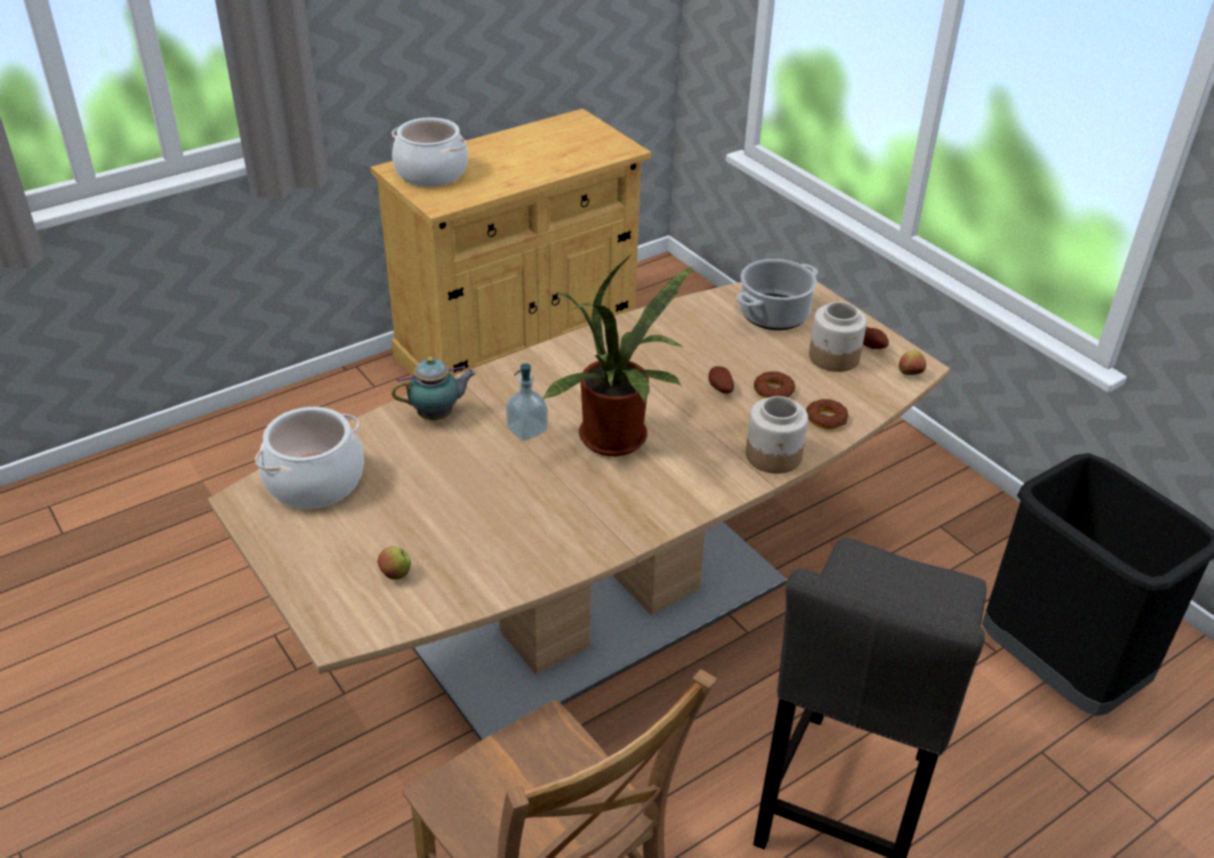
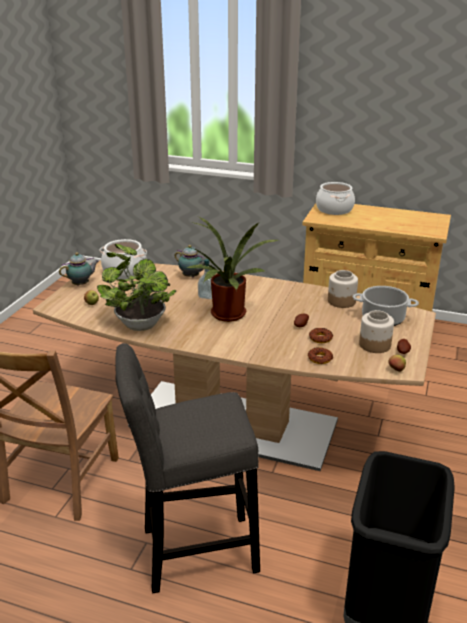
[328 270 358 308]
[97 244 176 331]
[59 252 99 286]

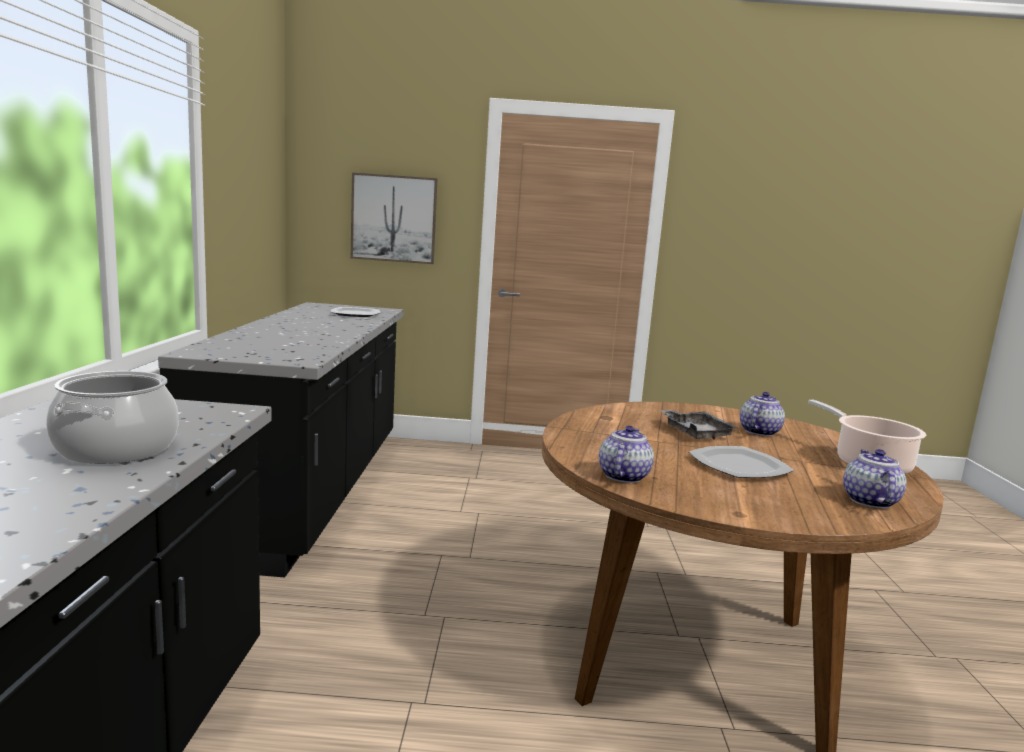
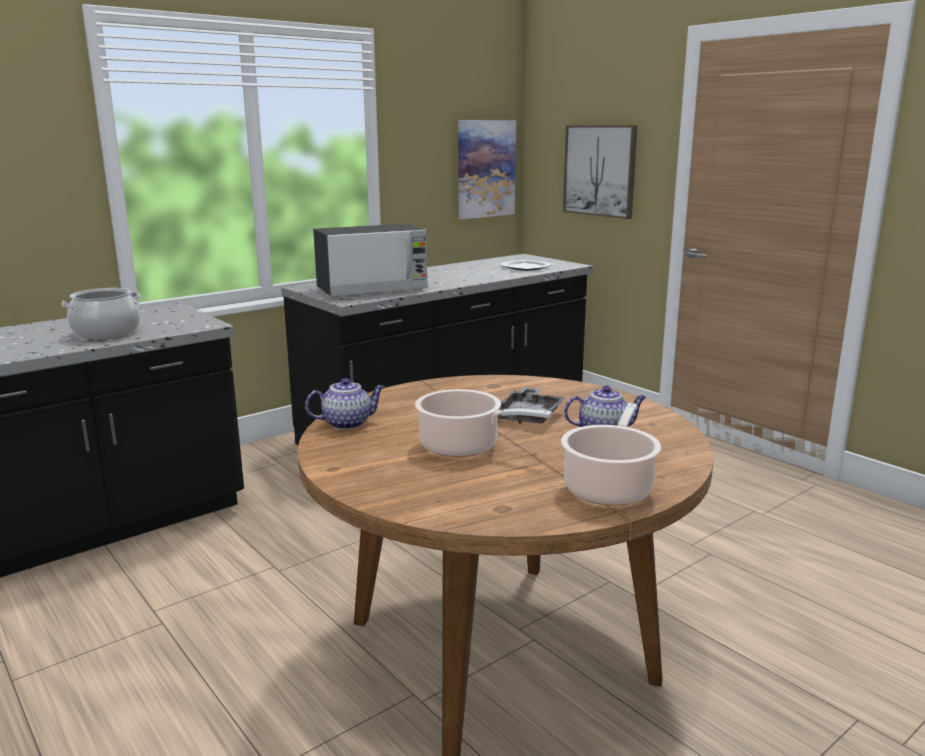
[415 389 552 457]
[843 449 907 509] (first image)
[458 120 516 219]
[313 224 428 296]

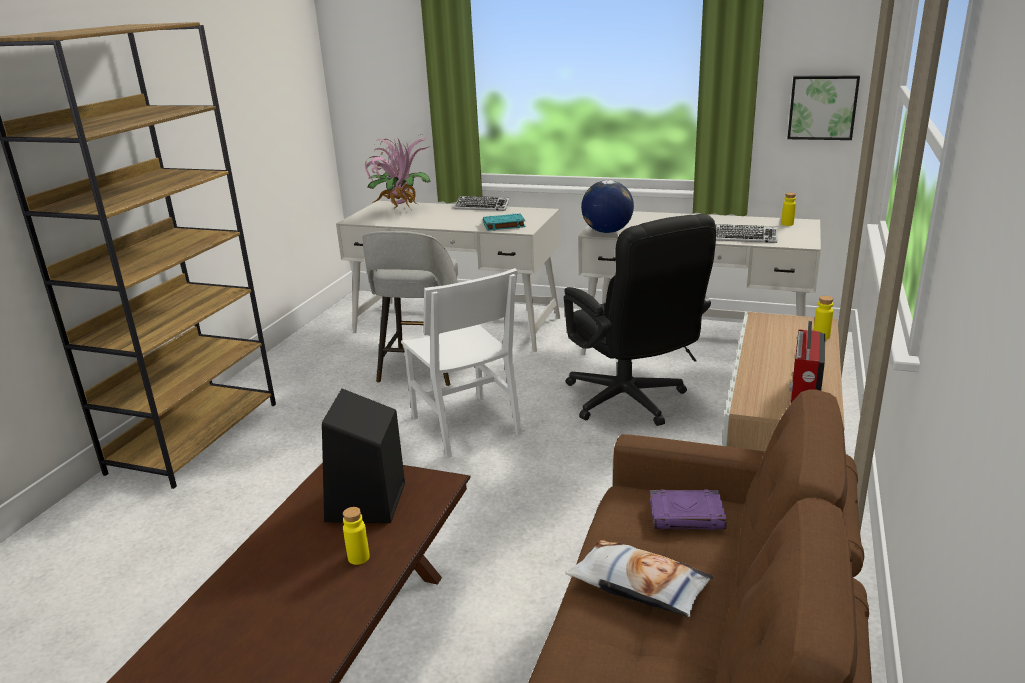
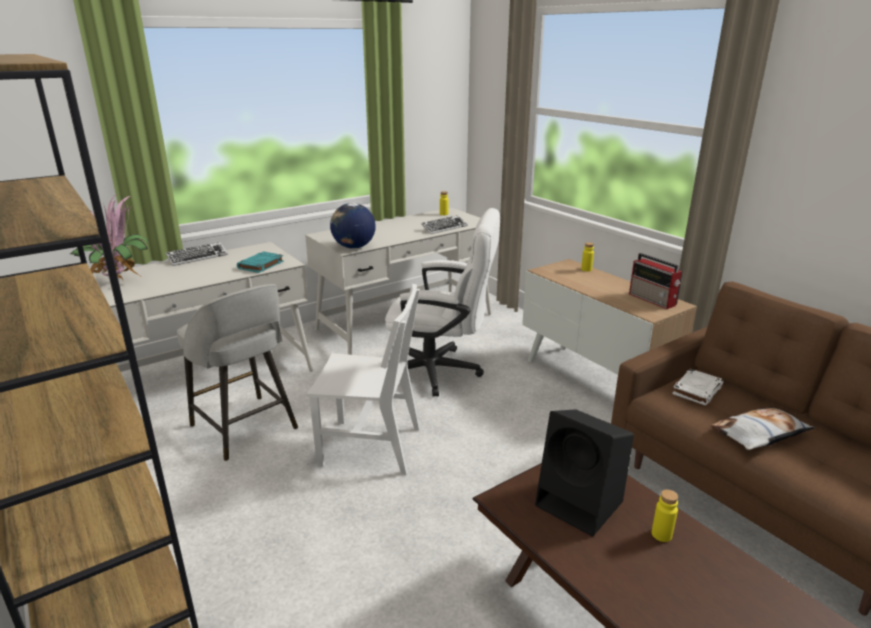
[787 75 860 140] (first image)
[385 208 500 397]
[672 369 724 405]

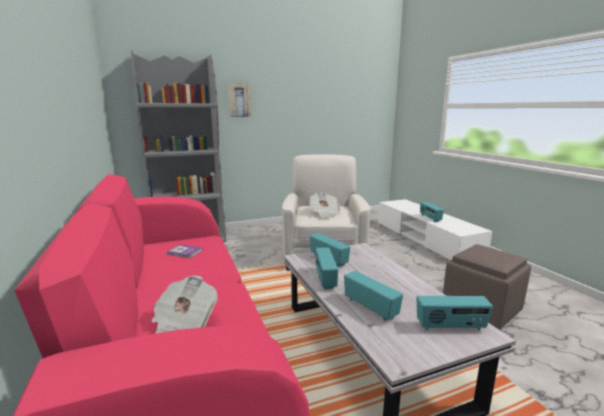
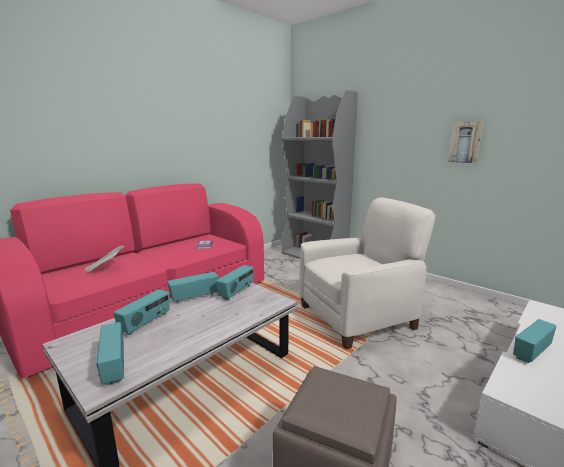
[448 121 483 163]
[309 192 340 219] (first image)

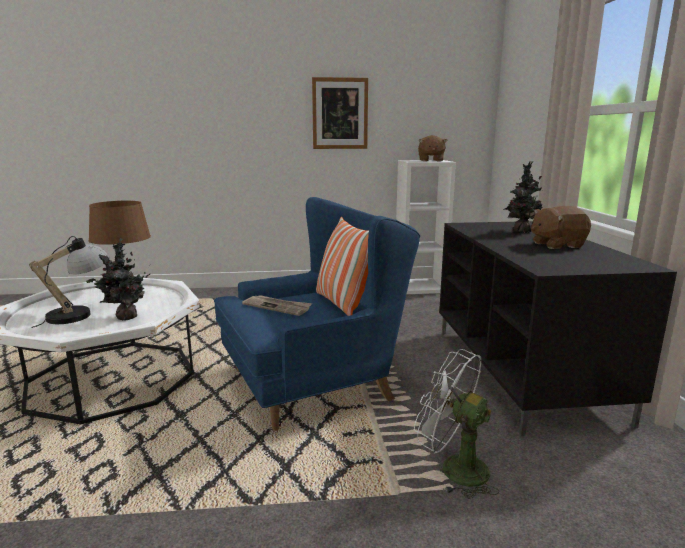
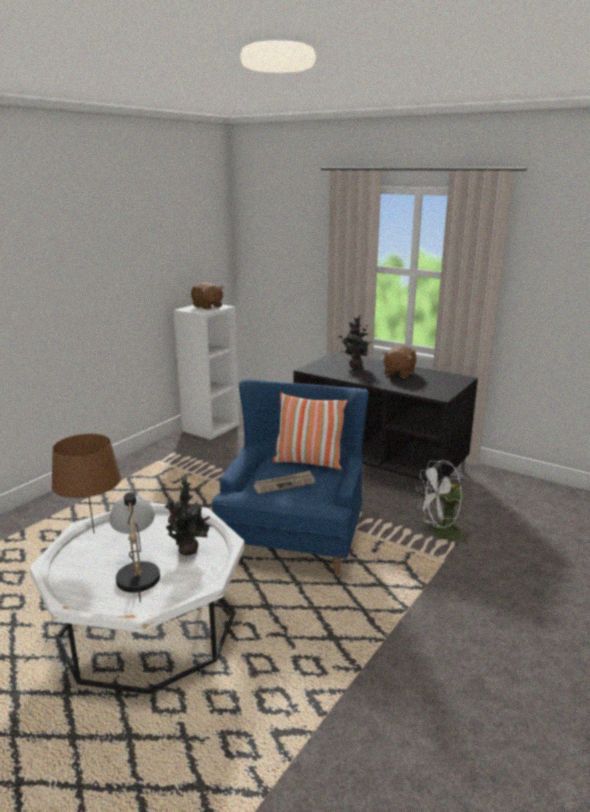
[312 77 368 149] (first image)

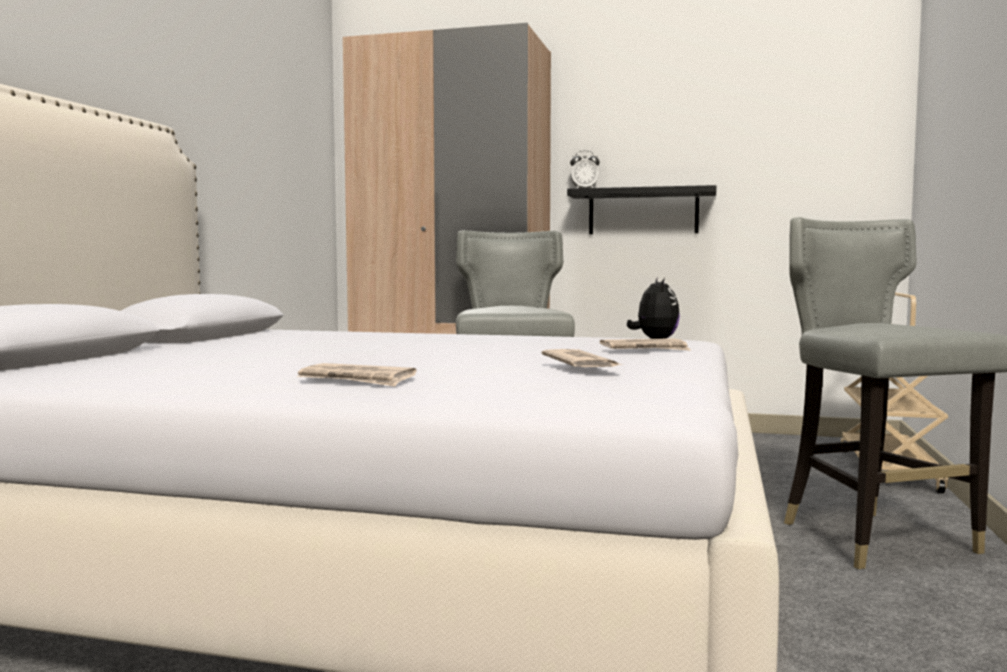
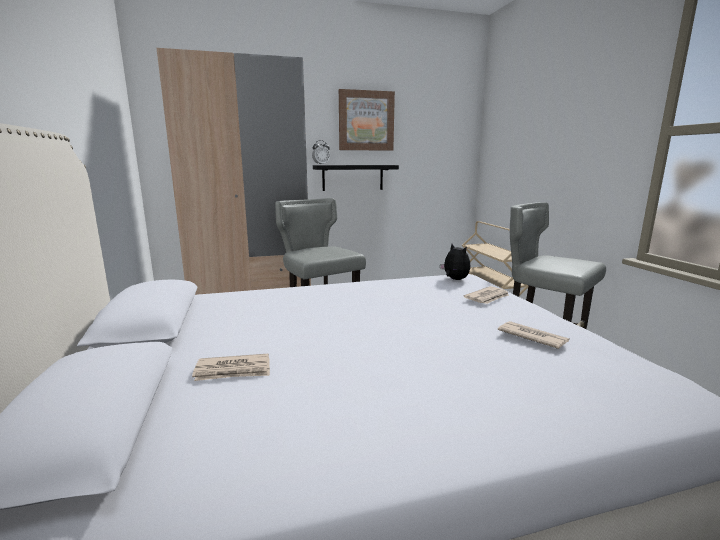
[192 353 270 381]
[339 89 395 151]

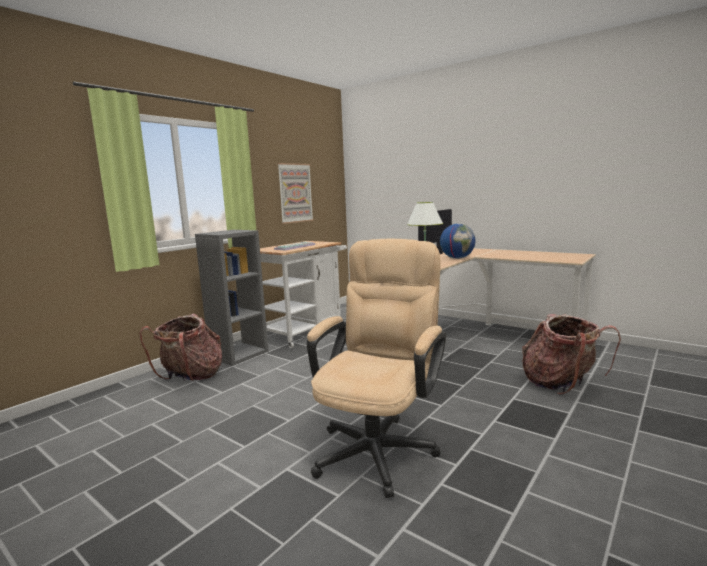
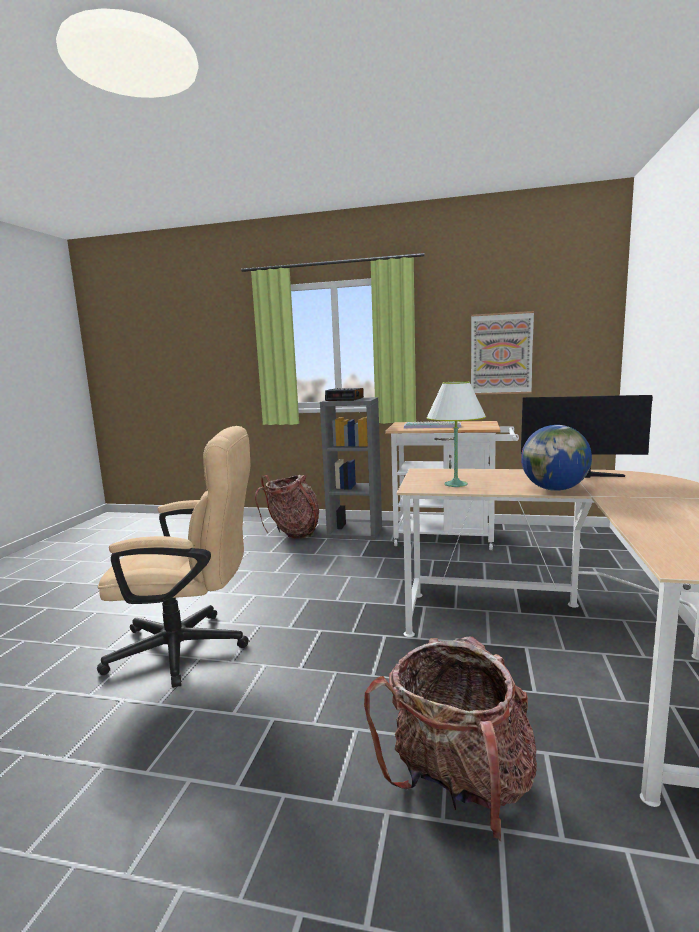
[325 388 364 401]

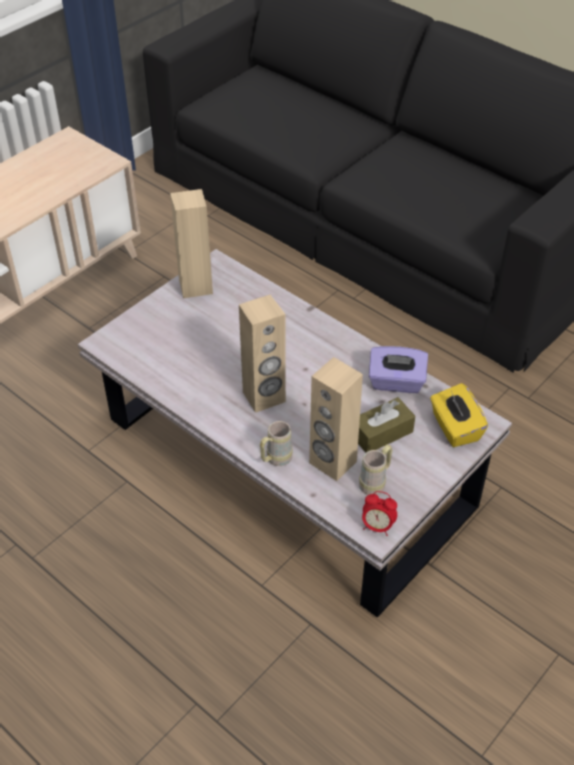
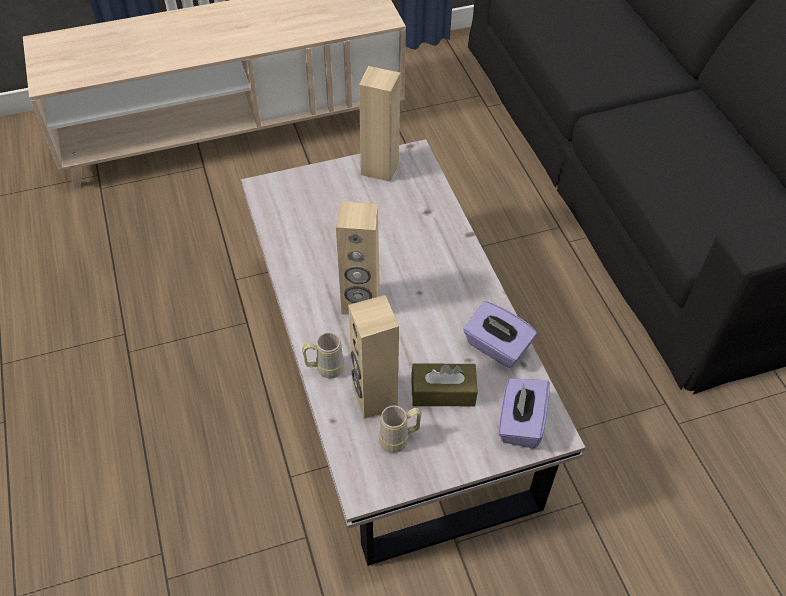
[499 378 550 449]
[362 491 397 536] (first image)

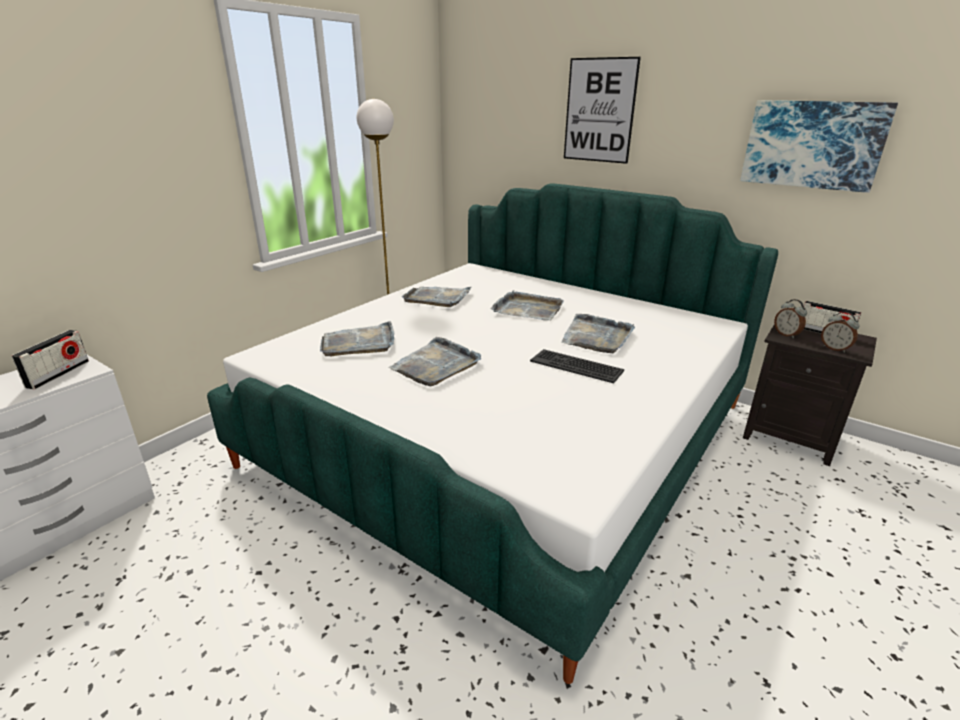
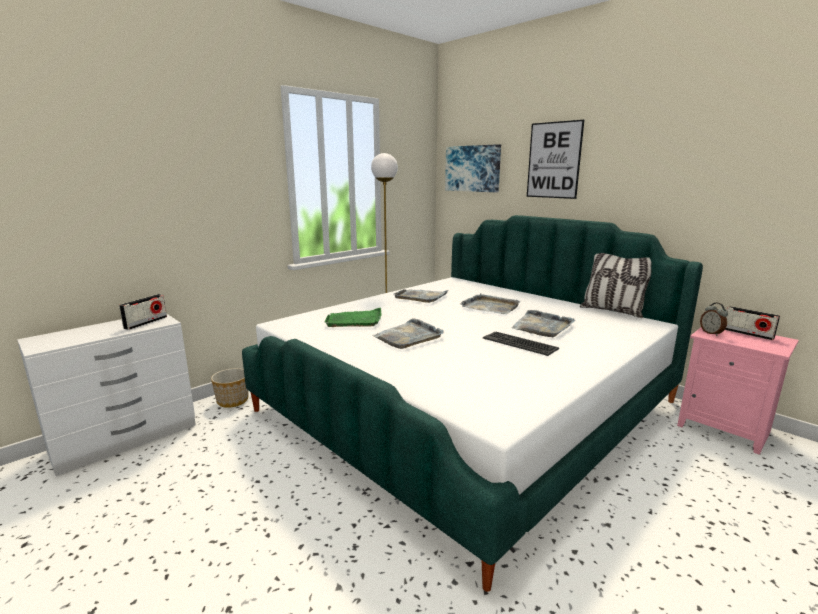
[445 144 501 192]
[821 312 859 353] (first image)
[324 308 382 327]
[677 327 799 455]
[580 253 652 318]
[211 368 248 408]

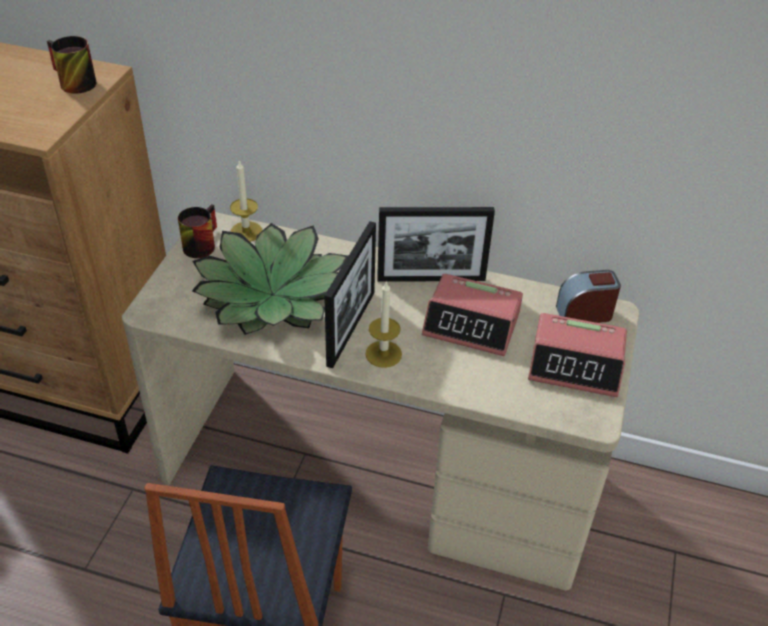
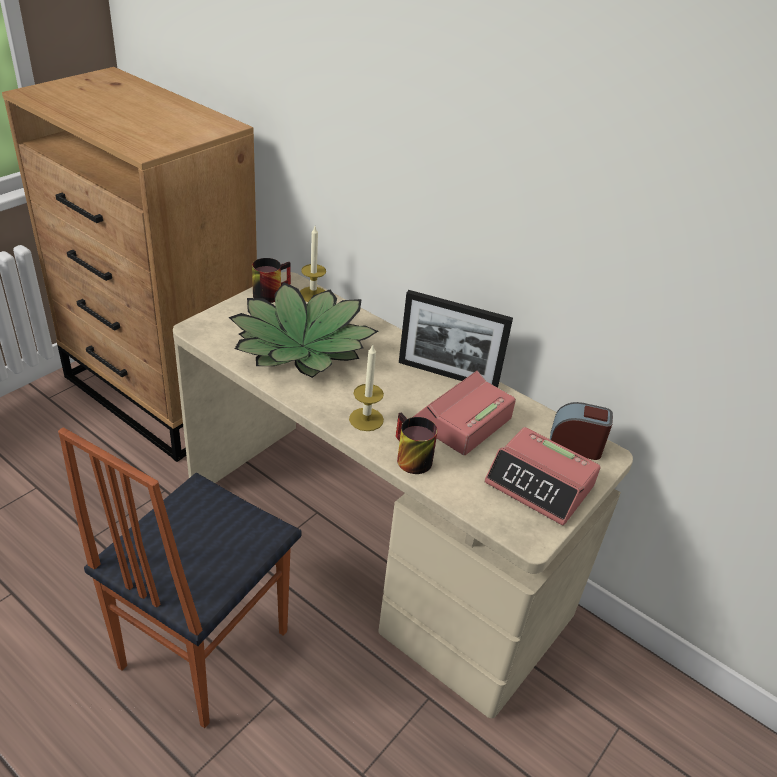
[396 412 438 474]
[324 221 376 368] (first image)
[413 371 516 455]

